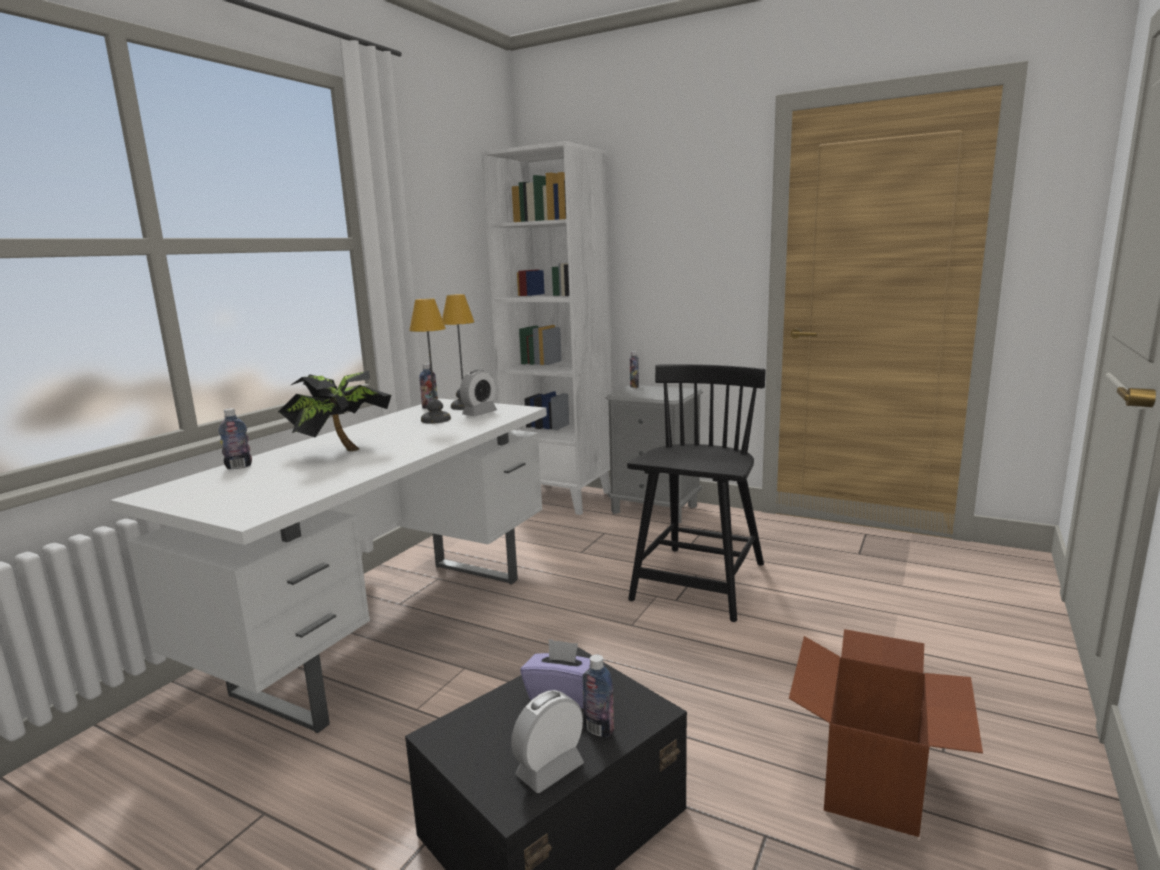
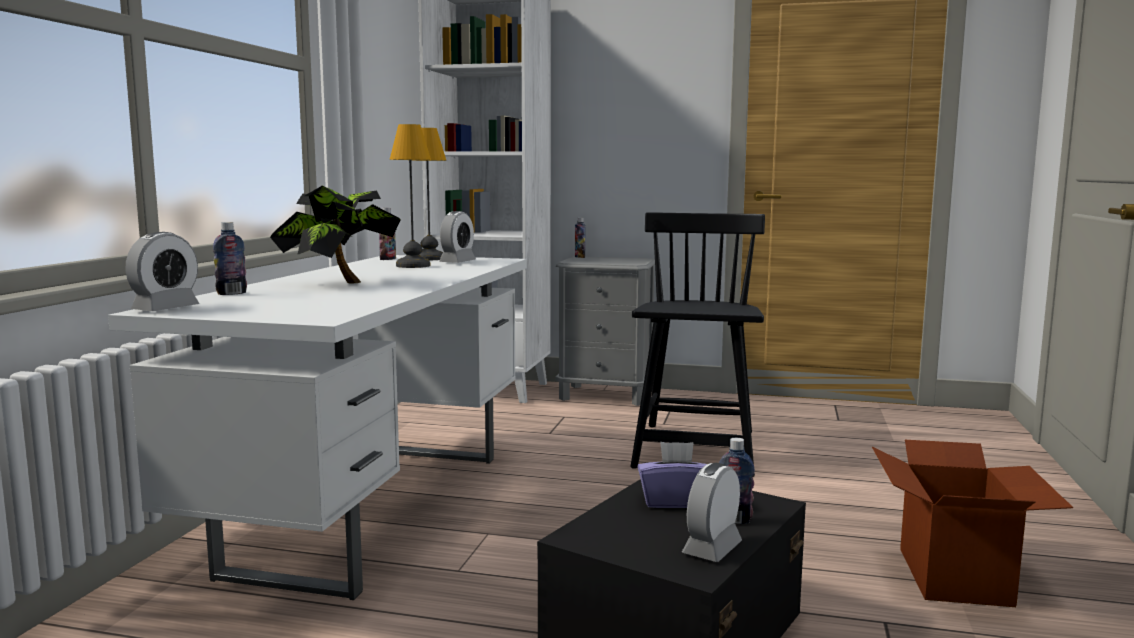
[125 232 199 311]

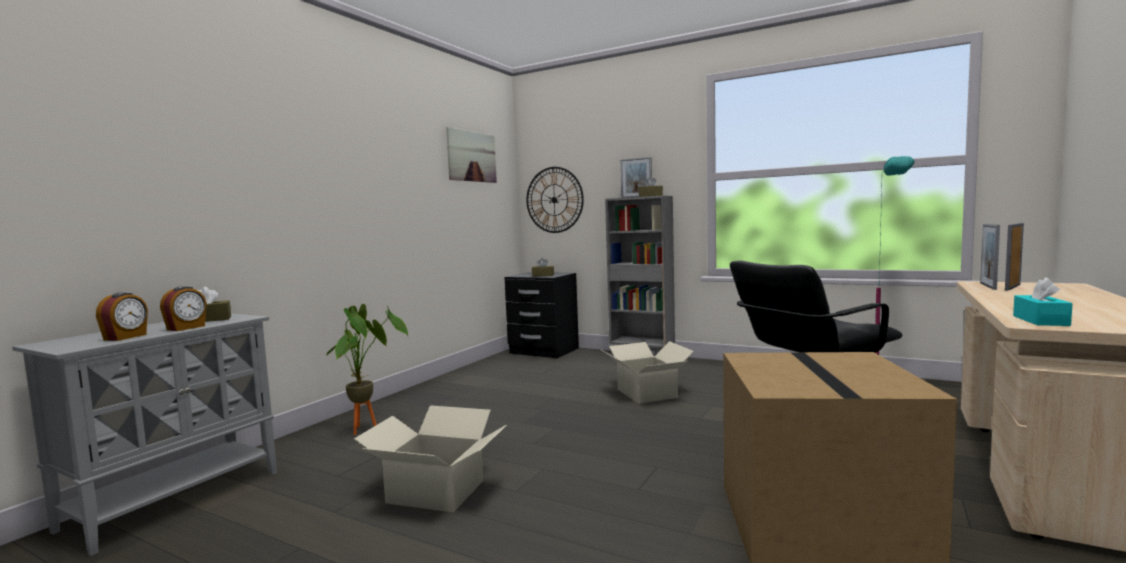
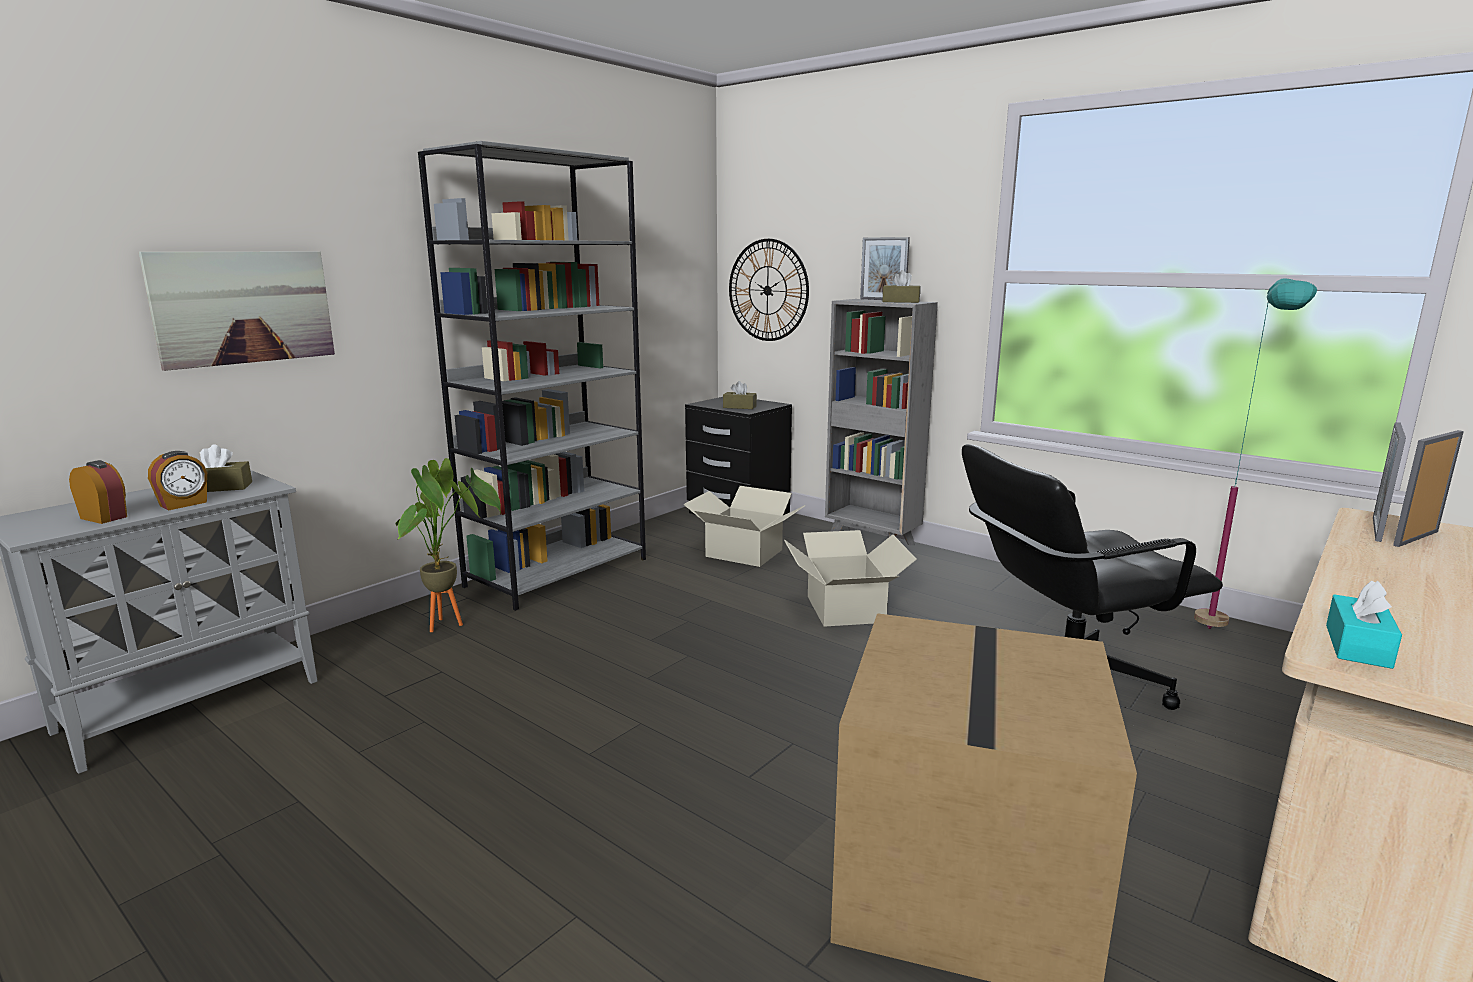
[139 251 335 371]
[69 460 127 524]
[683 486 806 567]
[418 141 646 611]

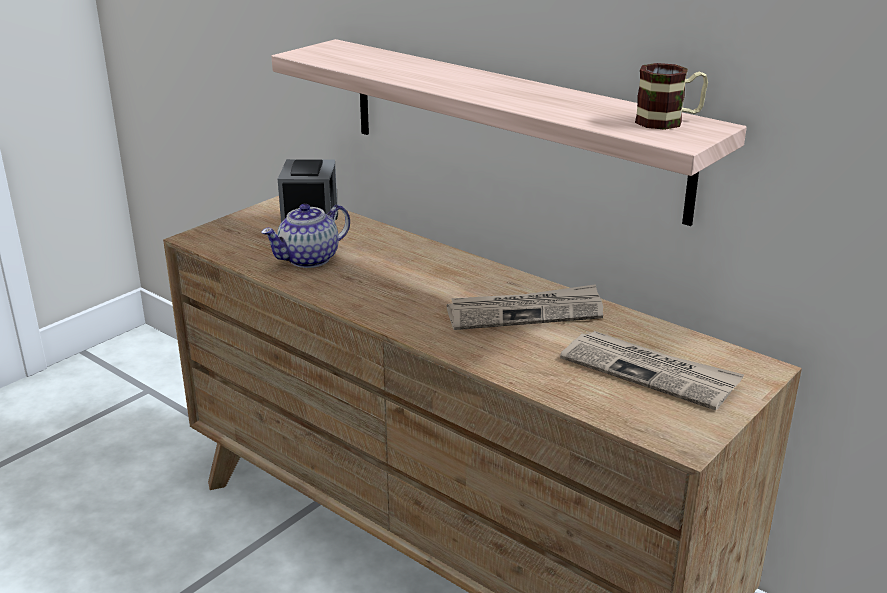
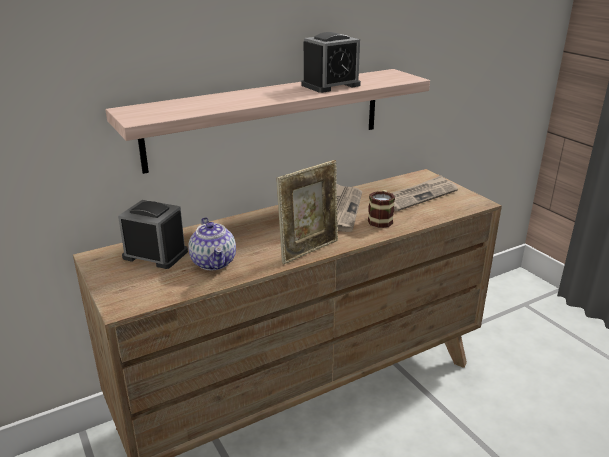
[368 190 395 228]
[301 32 361 93]
[276 160 338 264]

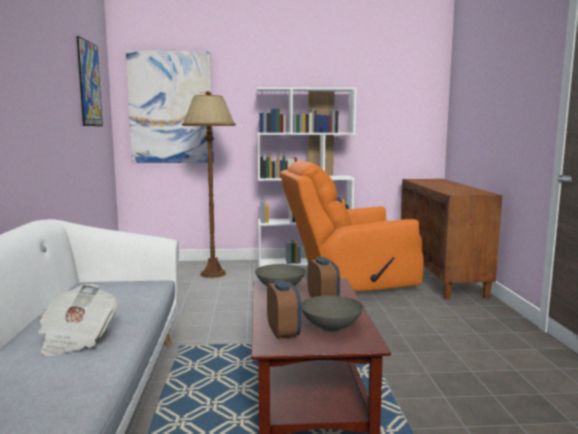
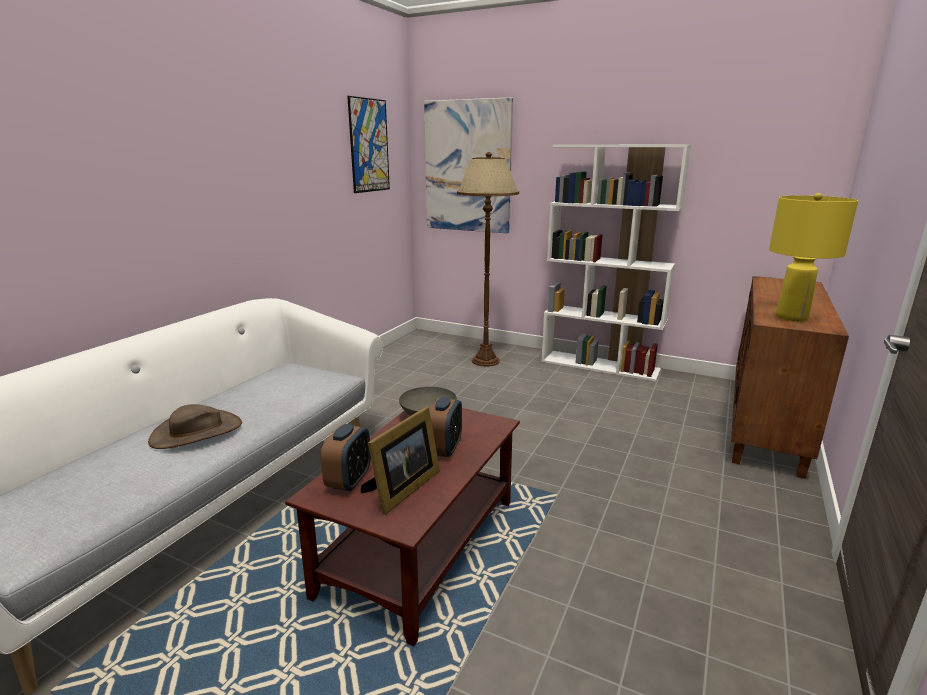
[280 160 424 291] (first image)
[148 404 242 449]
[361 406 440 515]
[769 193 858 322]

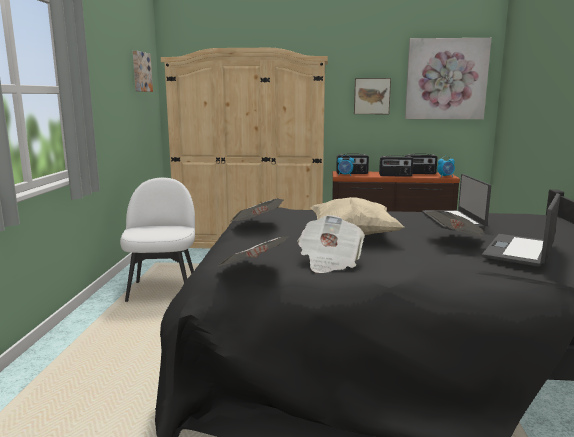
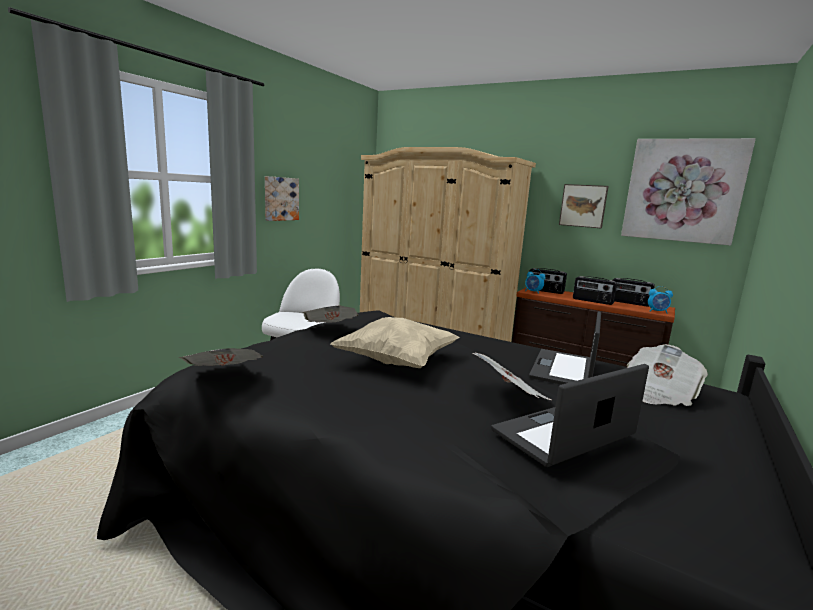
[265 176 299 221]
[627 344 708 406]

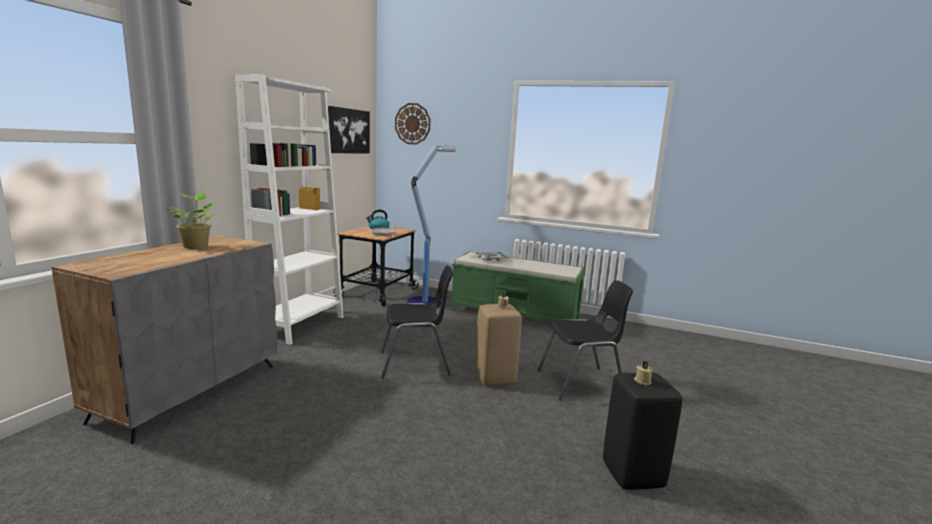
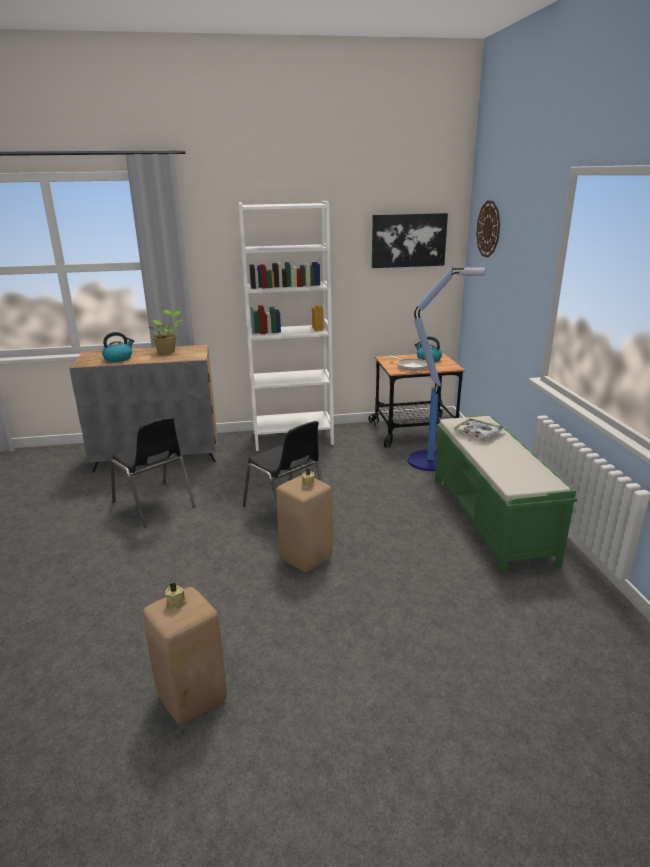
[111 417 196 528]
[143 587 227 725]
[102 332 134 362]

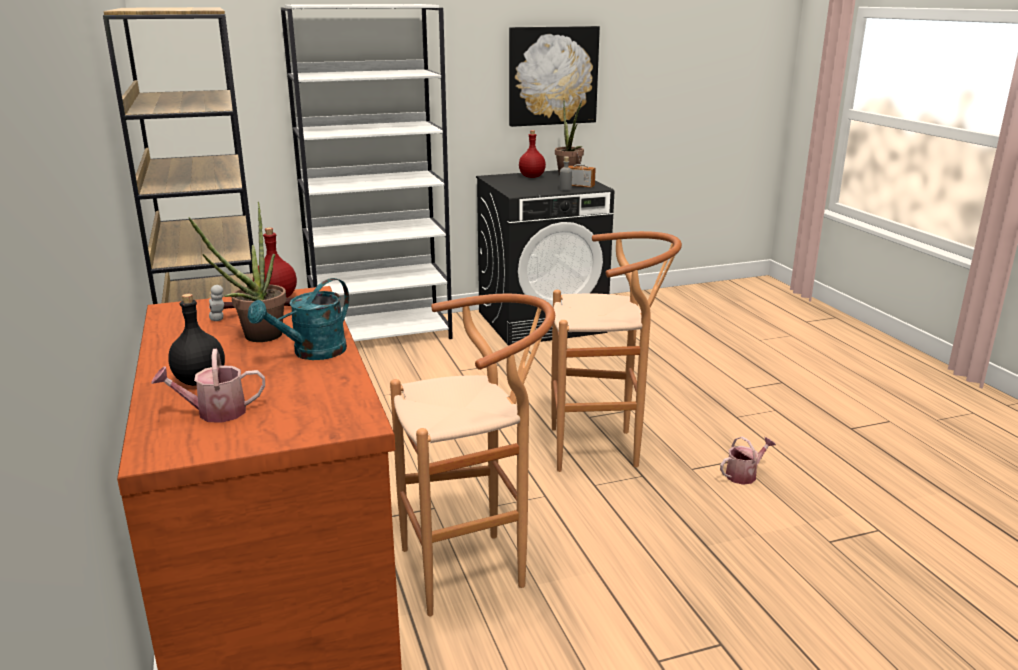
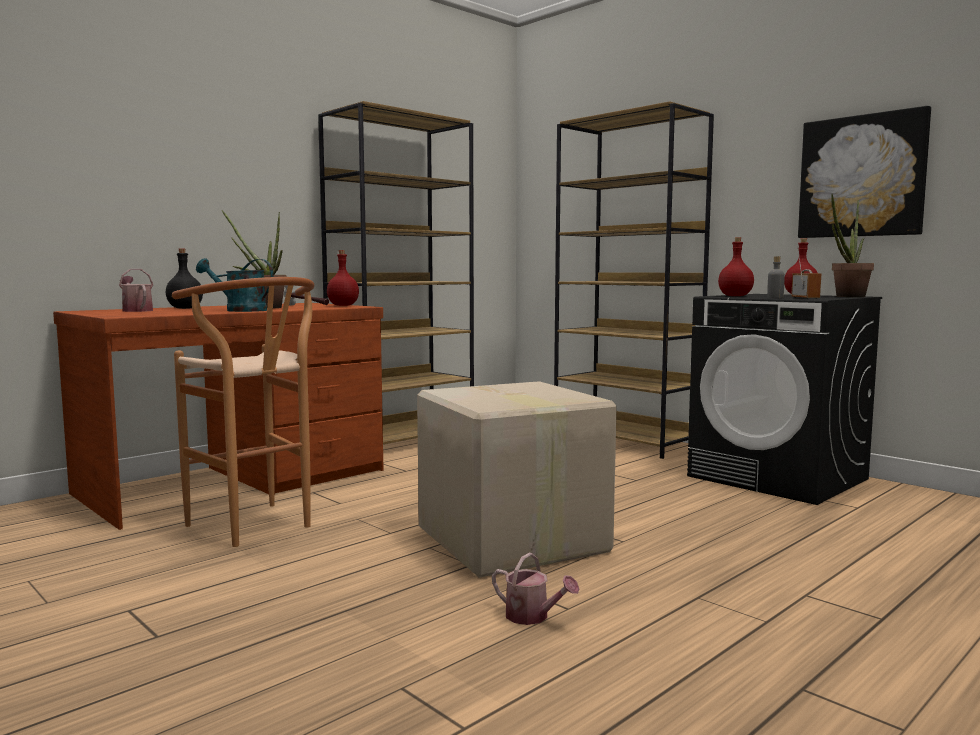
[554 101 714 459]
[417 381 617 578]
[718 237 754 296]

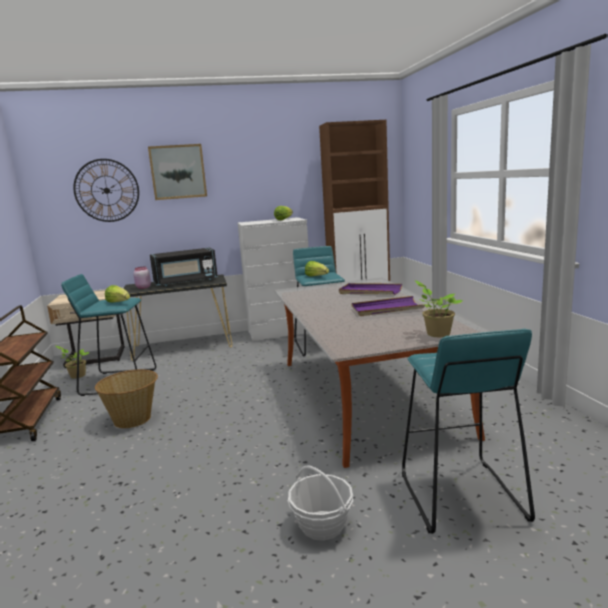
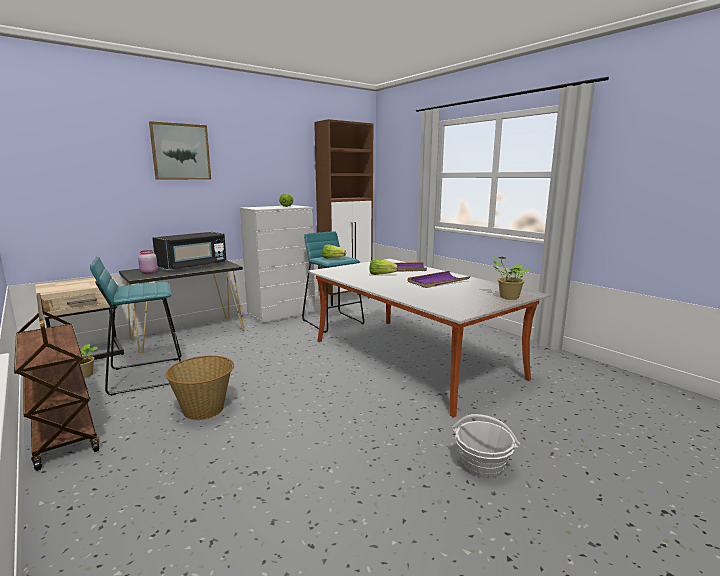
[73 159 139 222] (first image)
[370 258 398 275]
[402 329 535 534] (first image)

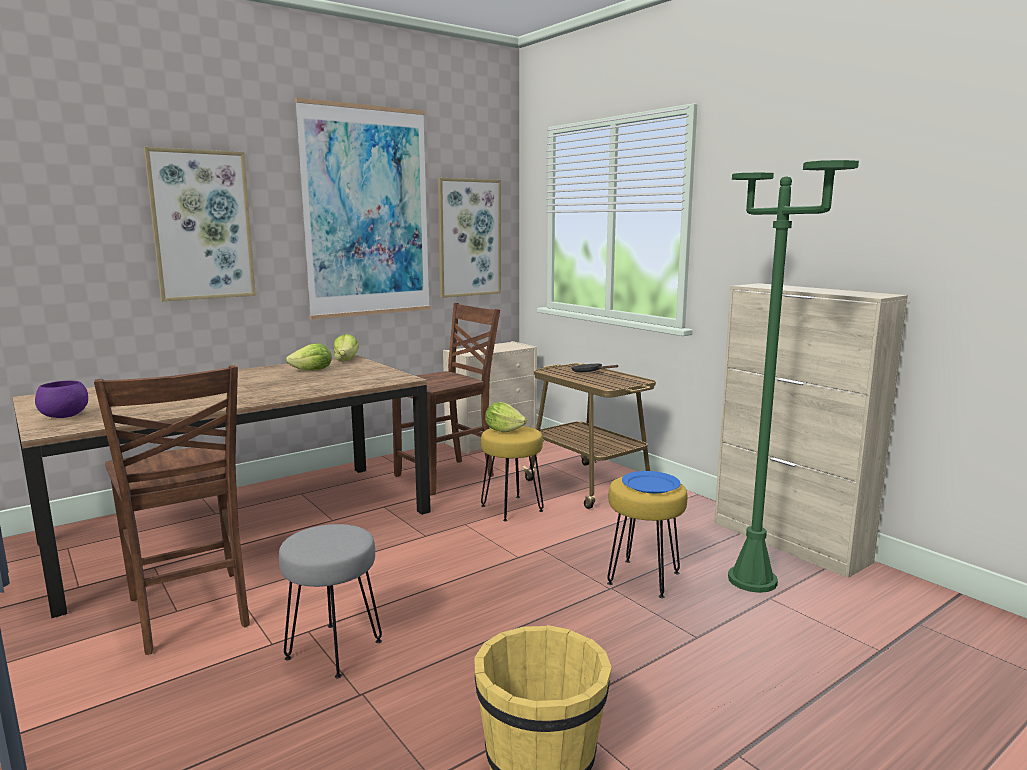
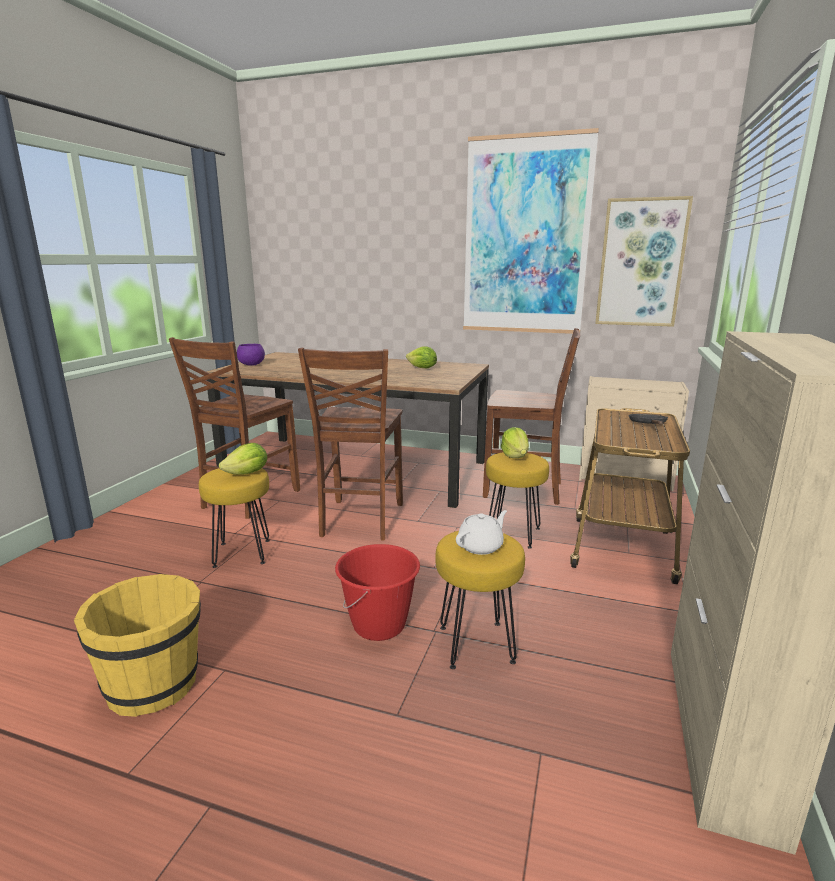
[144 147 256 302] (first image)
[728 160 859 593] (first image)
[219 443 267 475]
[456 510 507 555]
[199 468 270 568]
[298 348 403 541]
[335 544 420 641]

